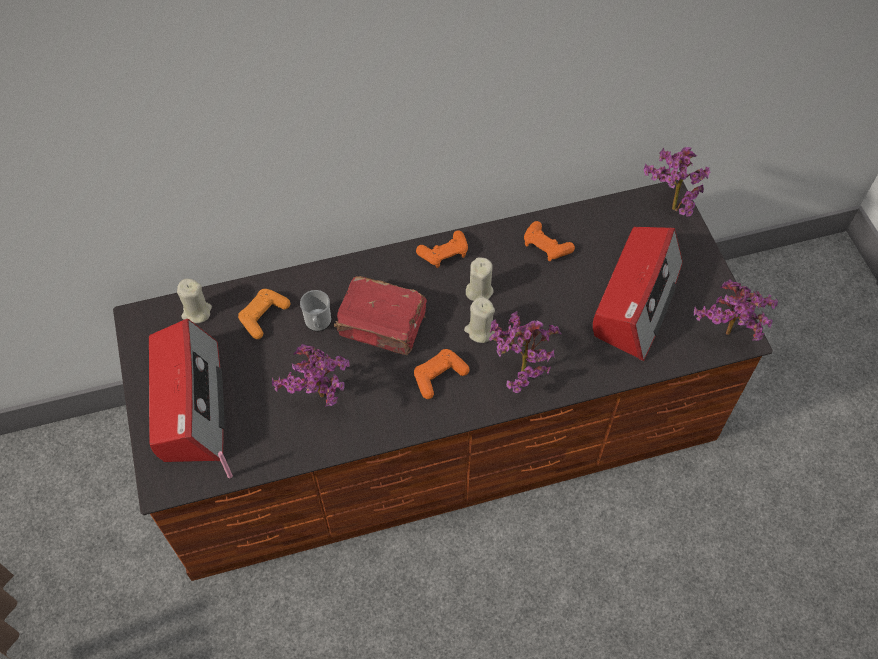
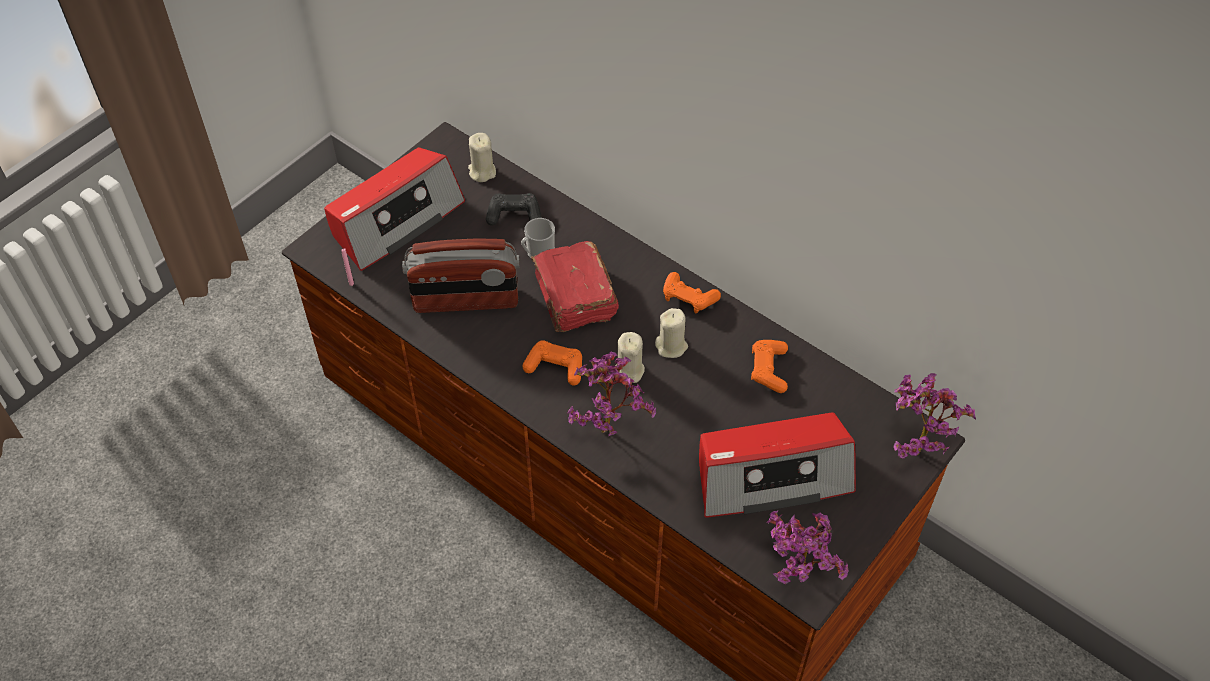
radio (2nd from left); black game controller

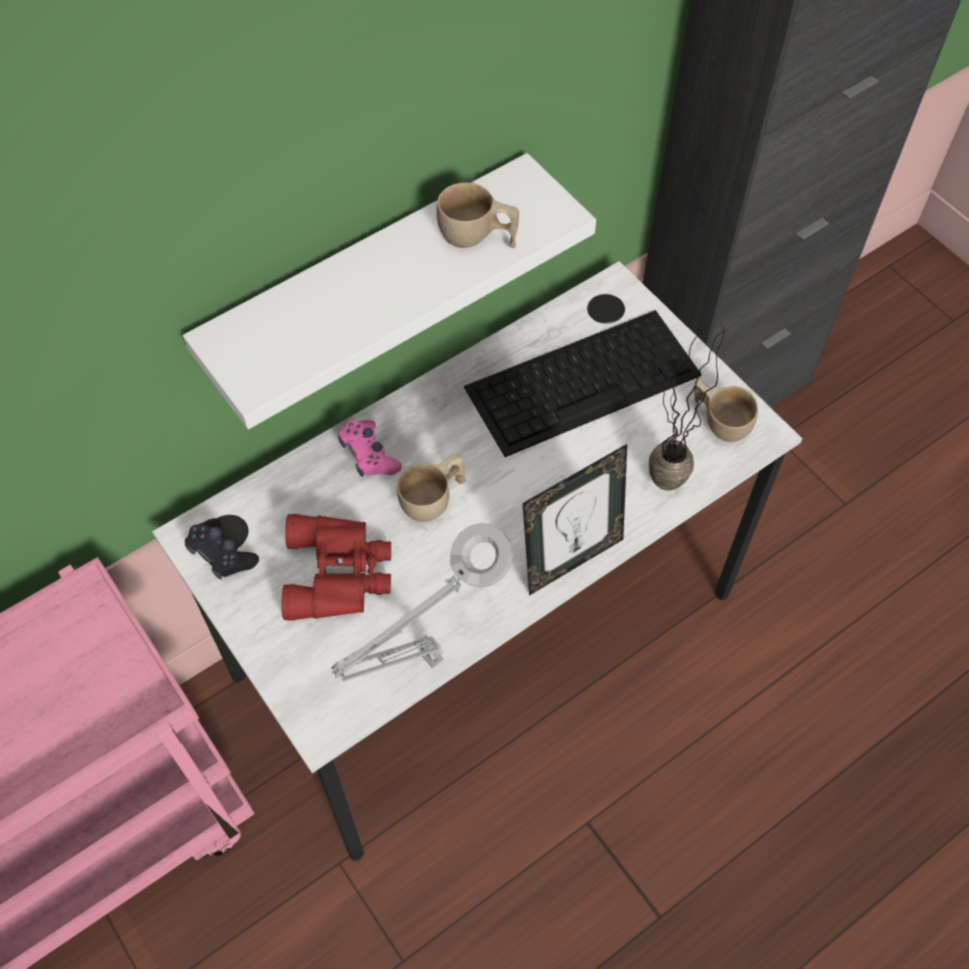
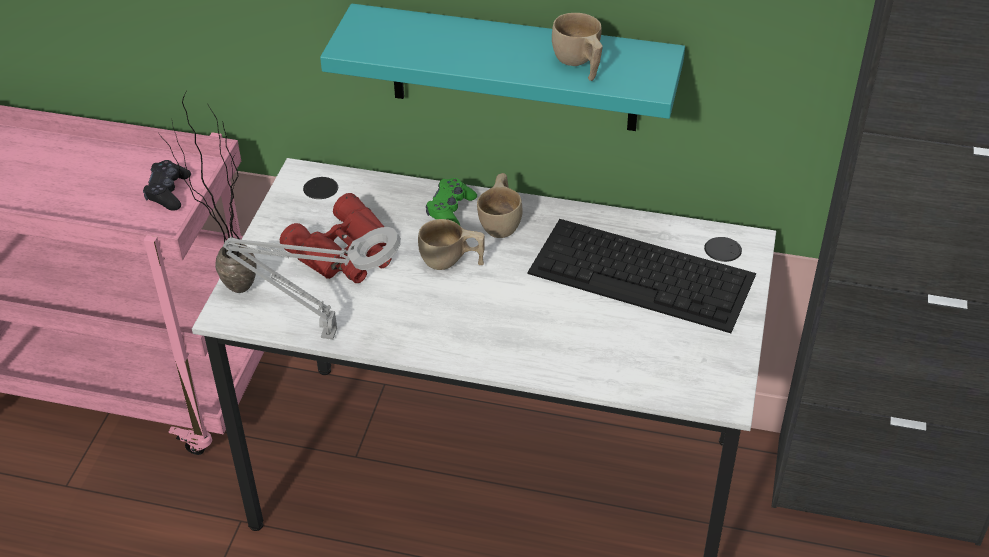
picture frame; black game controller; potted plant; beige cup (2nd from left); turquoise shelf; green game controller

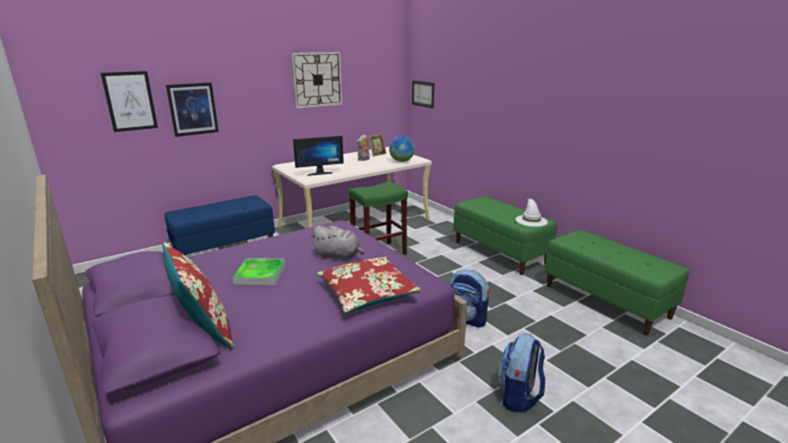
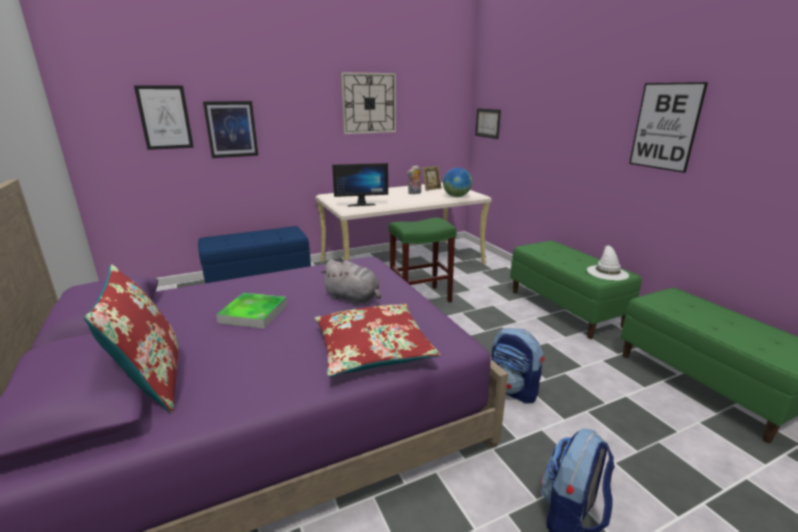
picture (4th from left)

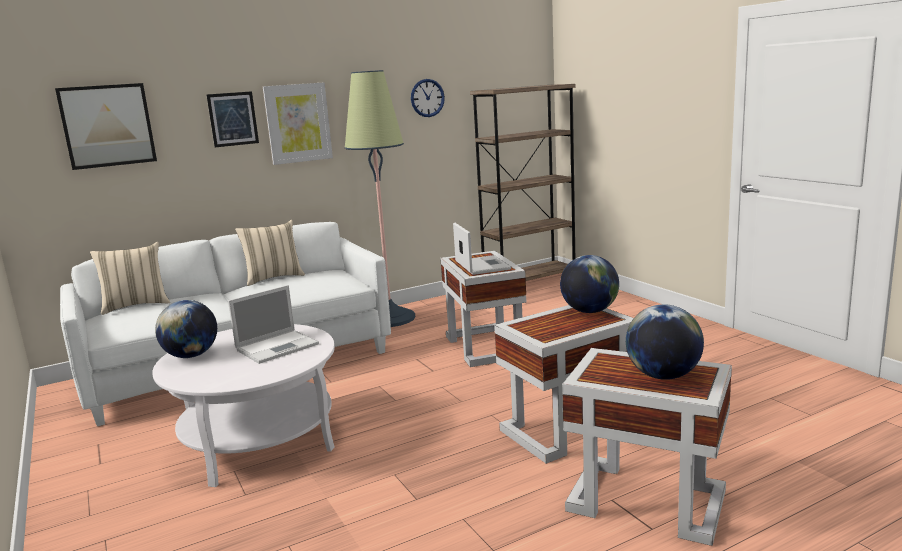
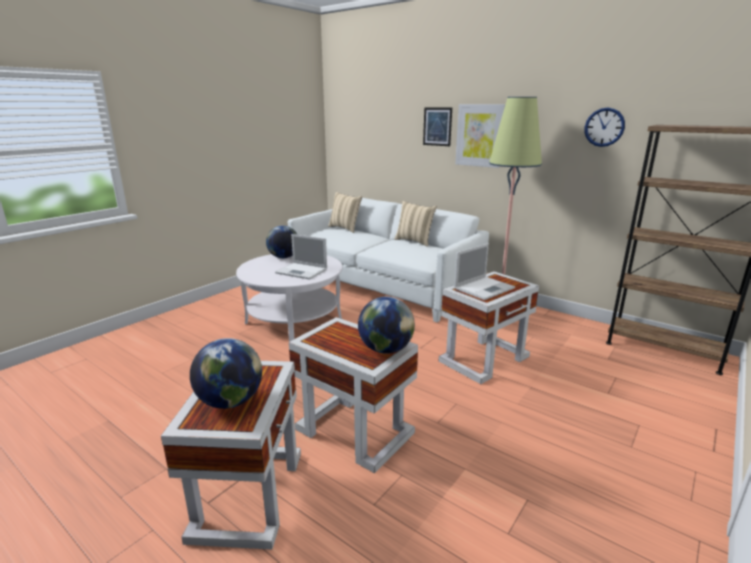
picture (1st from left in the first image)

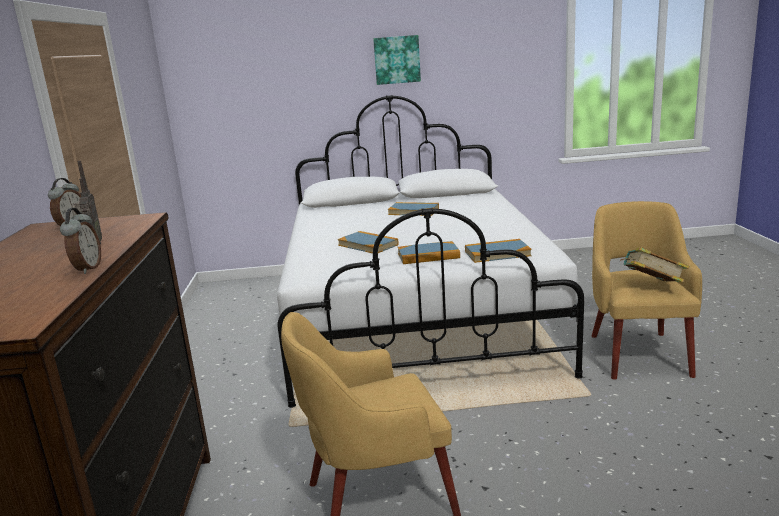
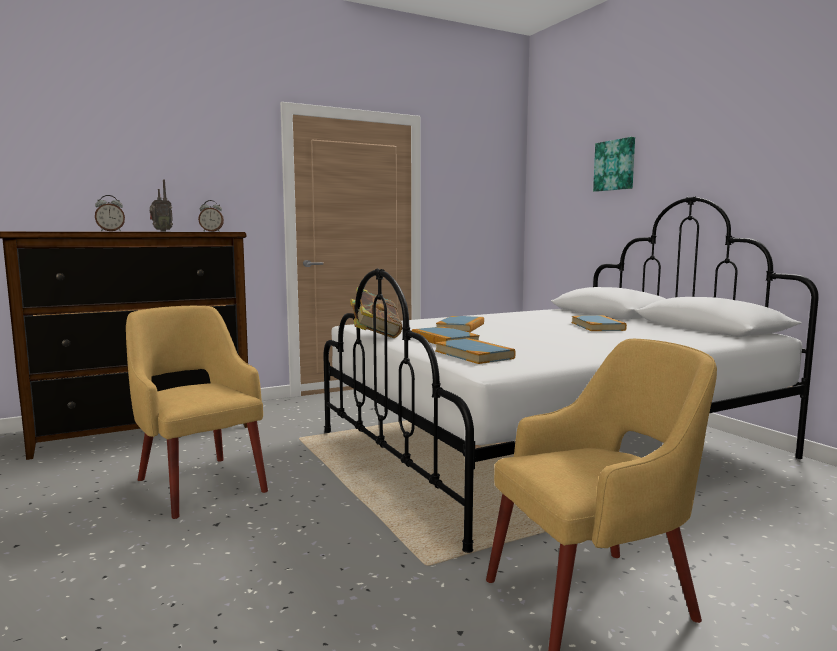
picture; book (1st from left)

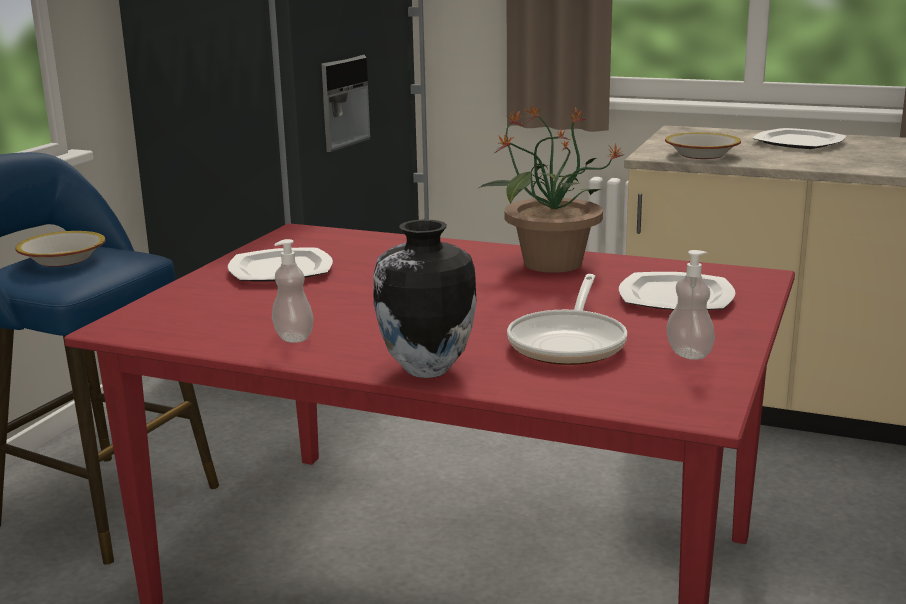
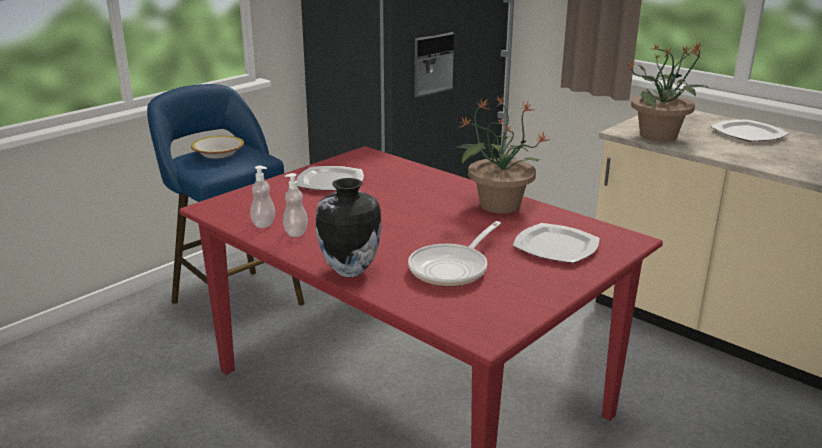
soap dispenser (1st from left); potted plant (2nd from left)

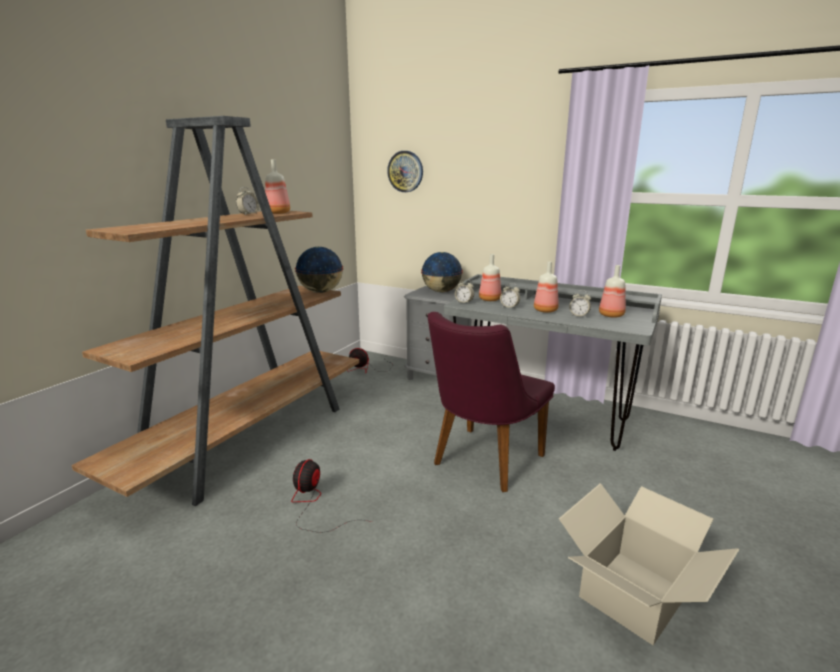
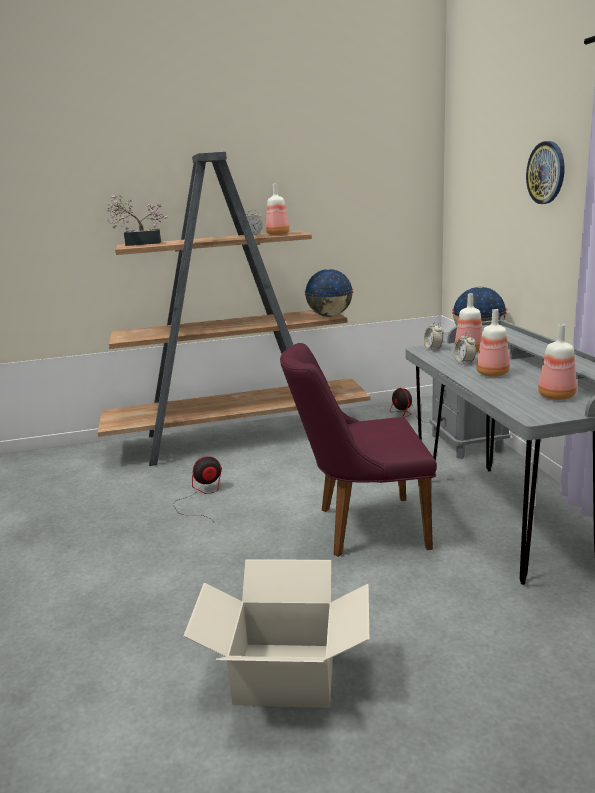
alarm clock (4th from left in the first image); potted plant; wall clock

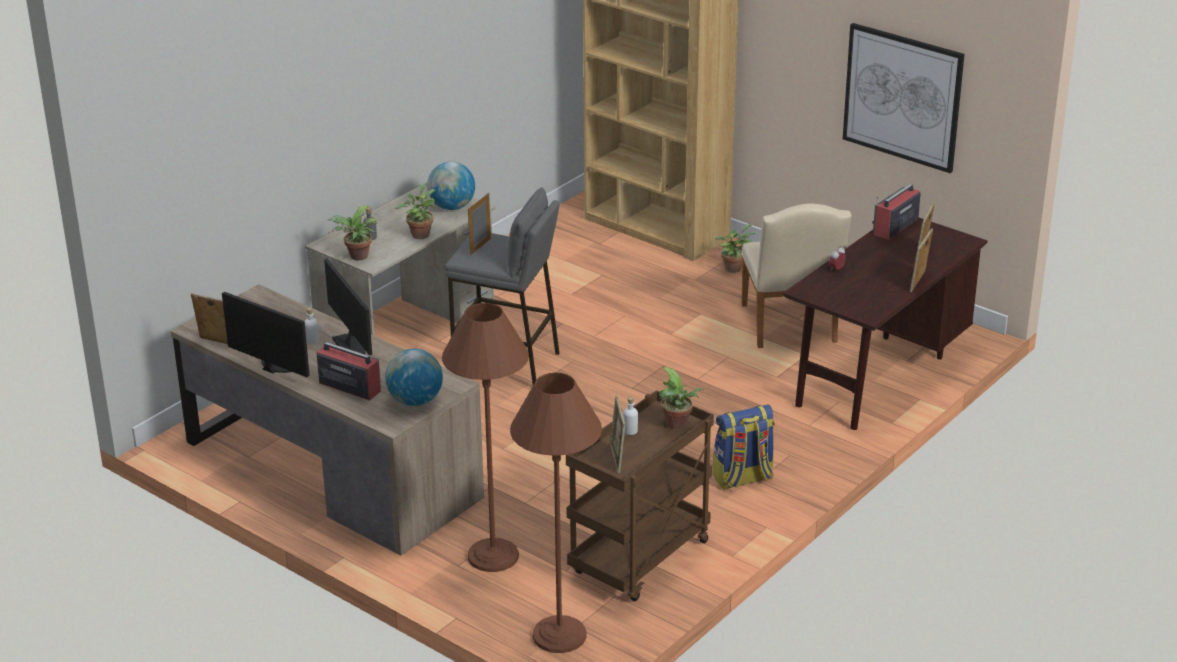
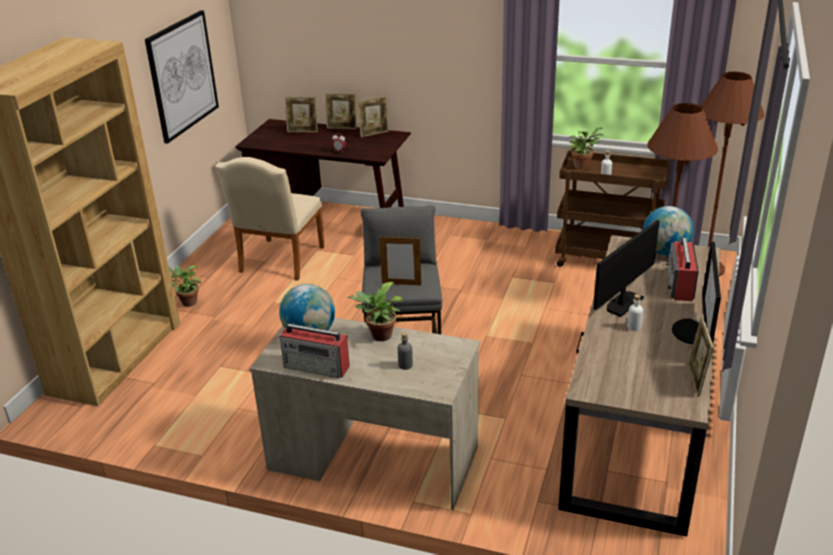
potted plant (1st from left in the first image); backpack; picture frame (3rd from left); radio (1st from left); beige chair

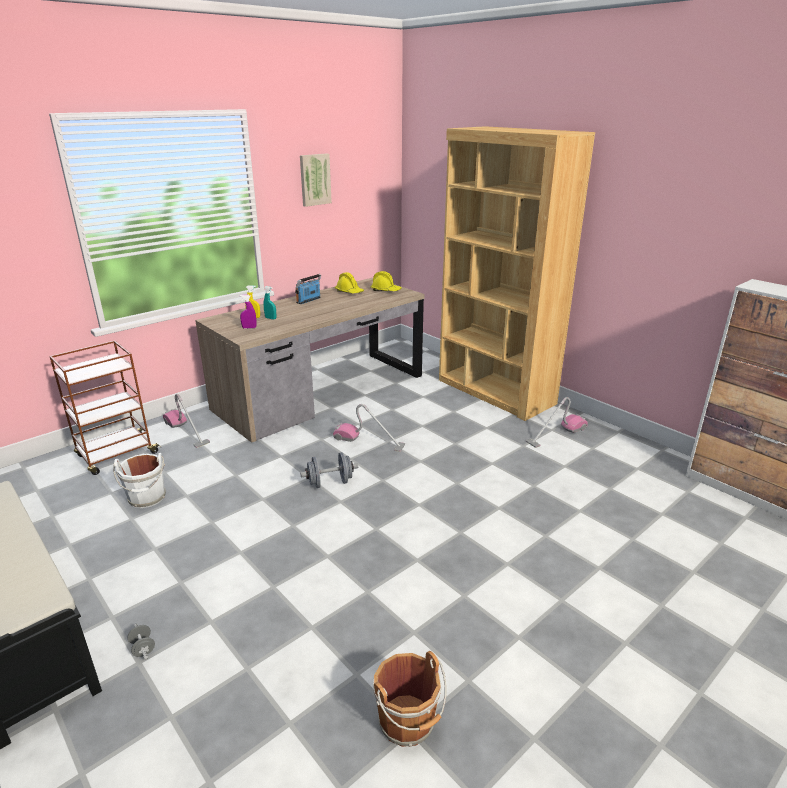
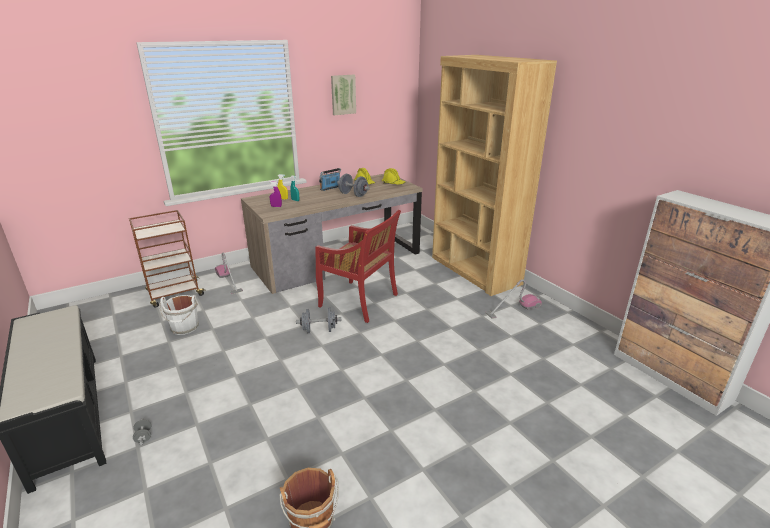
grey dumbbell (3rd from left); red chair

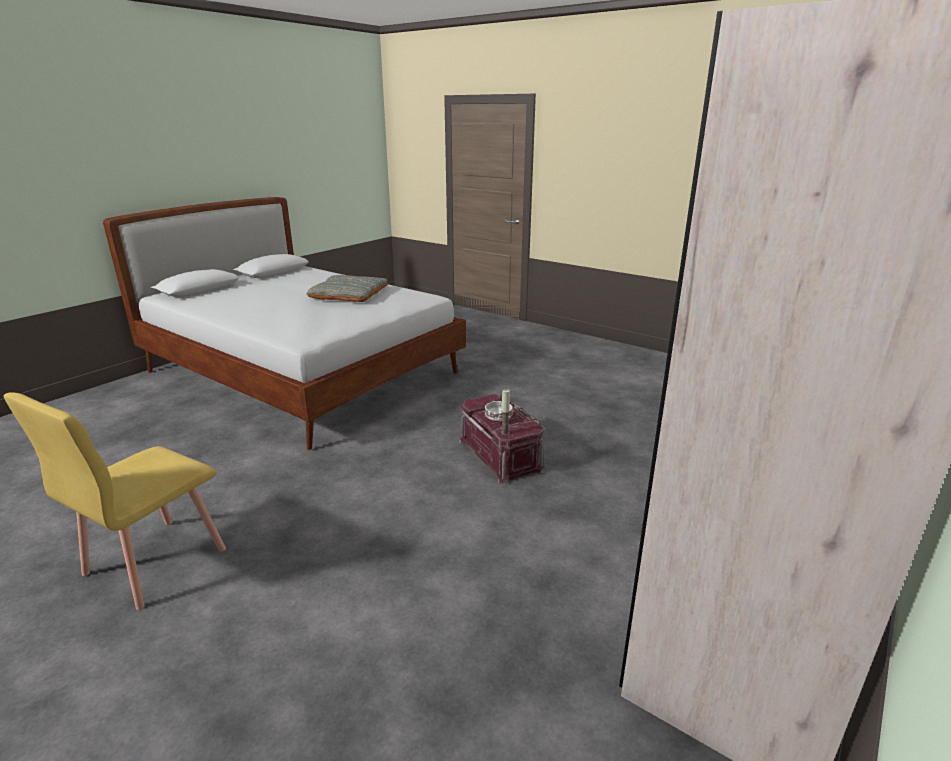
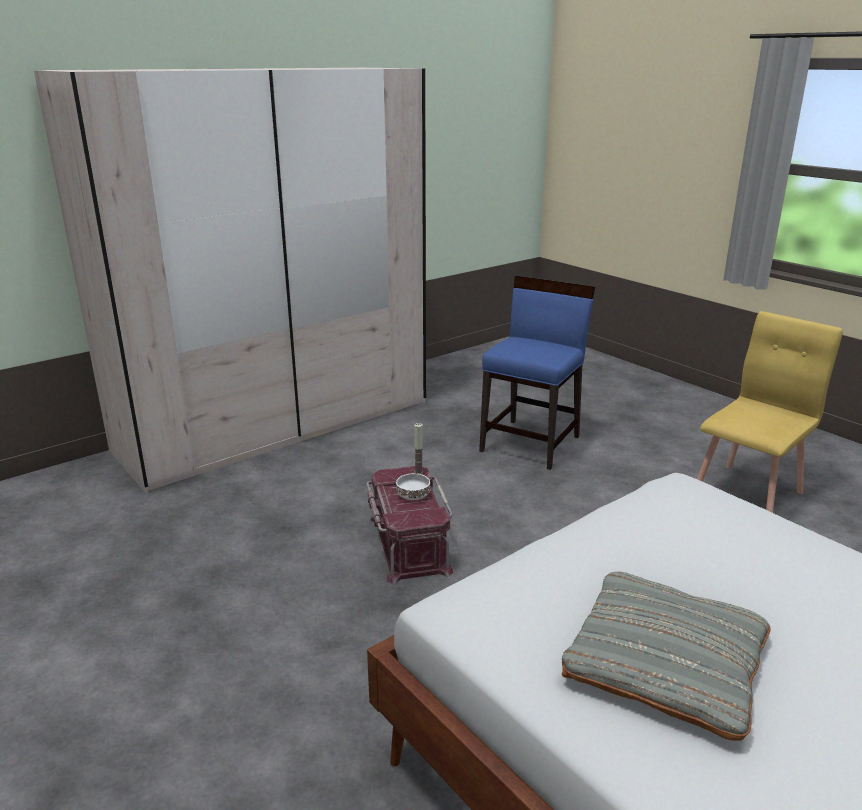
blue chair

